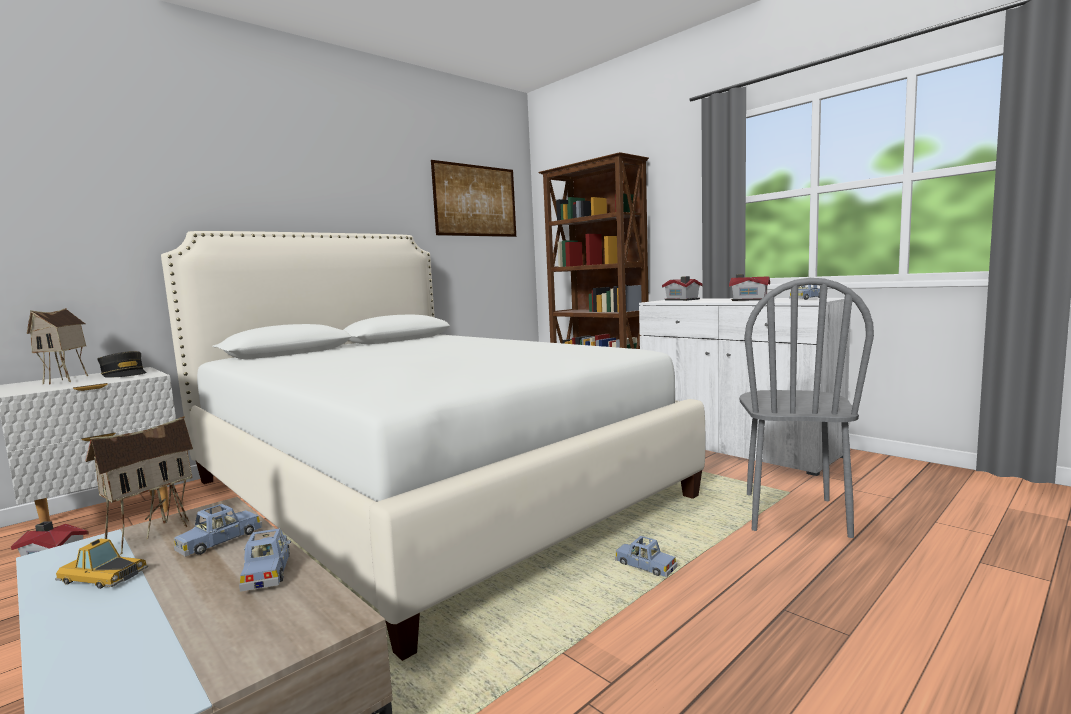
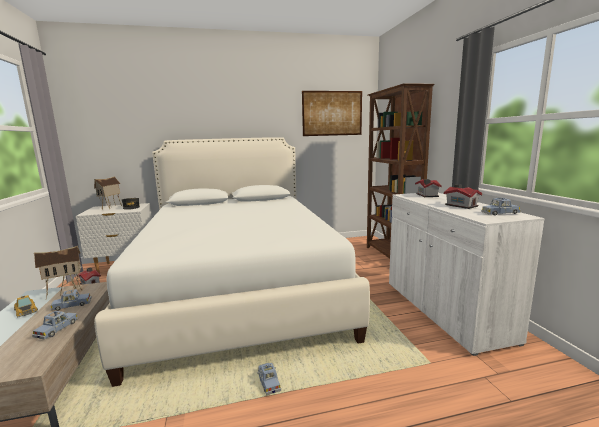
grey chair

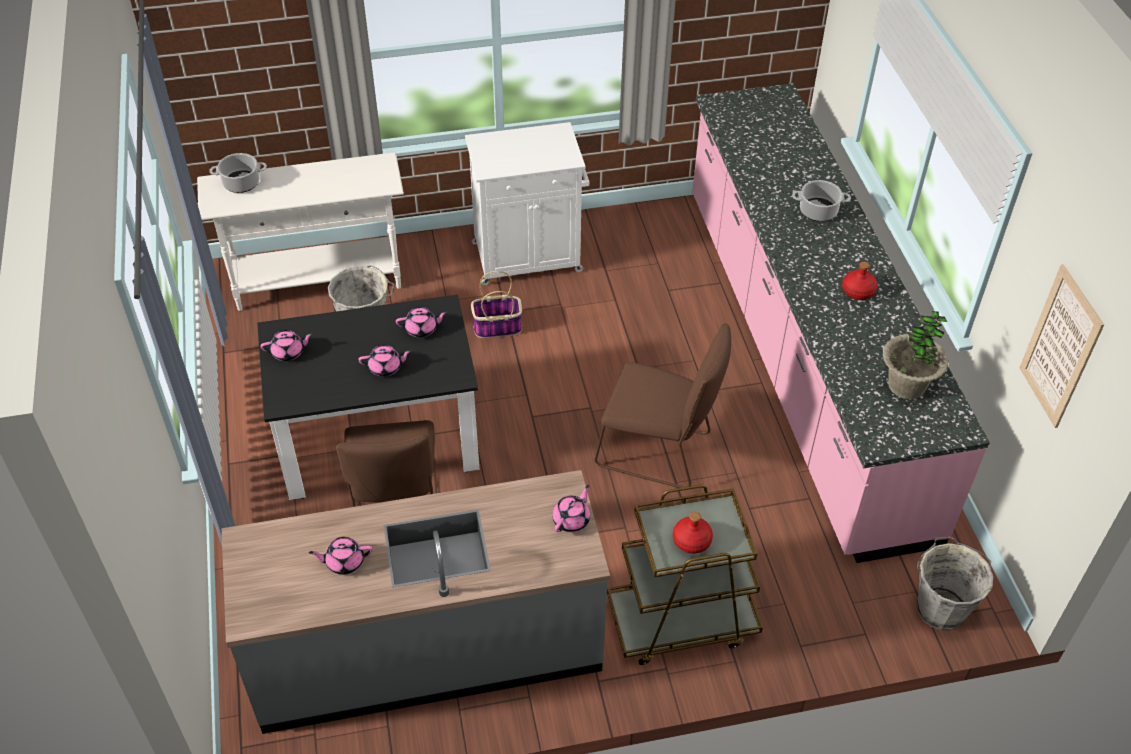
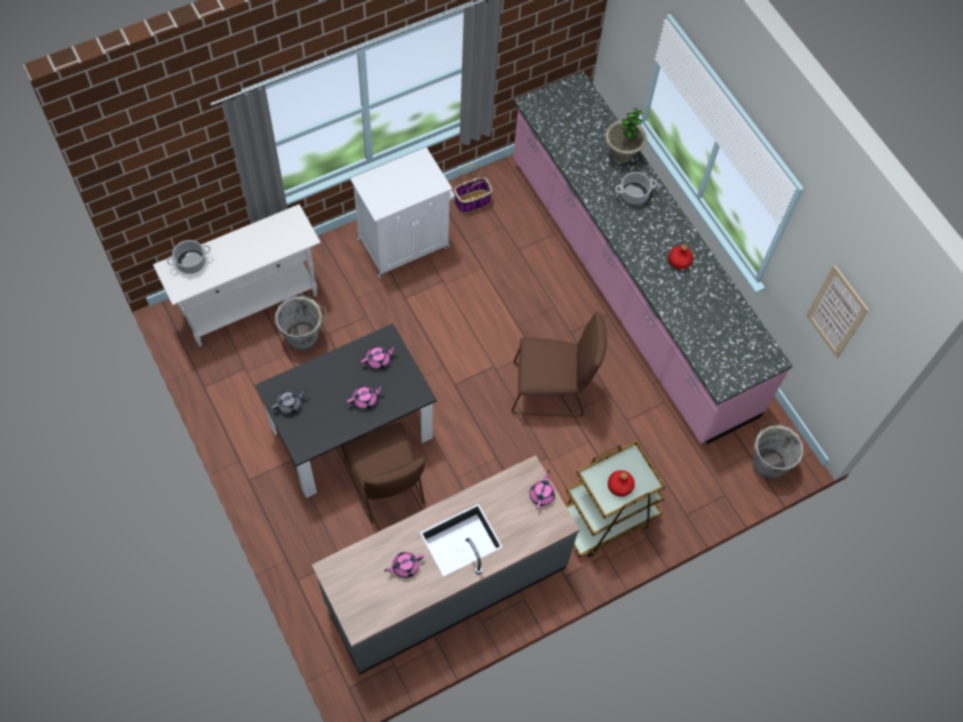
basket; potted plant; grey teapot

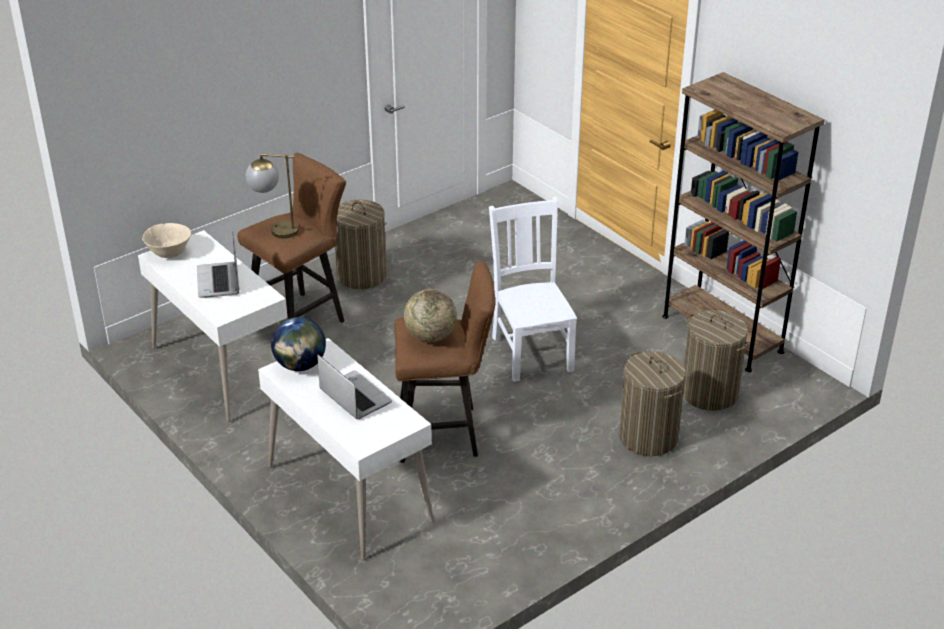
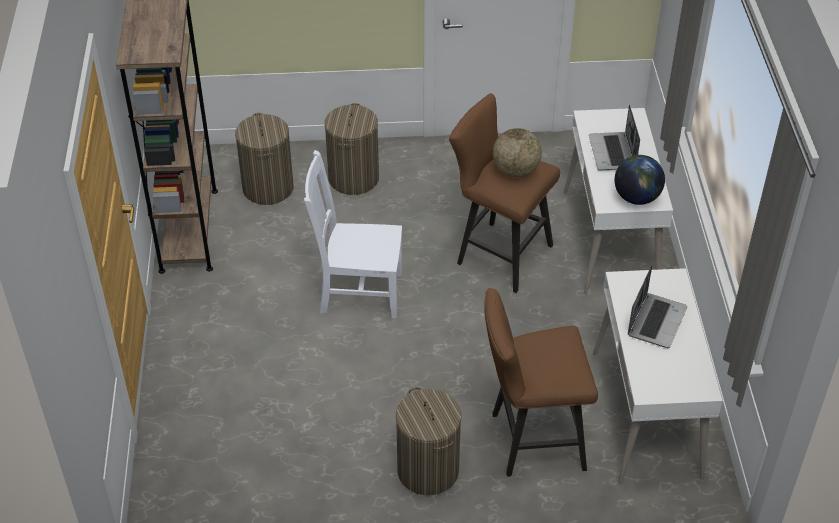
beige bowl; table lamp; white chair

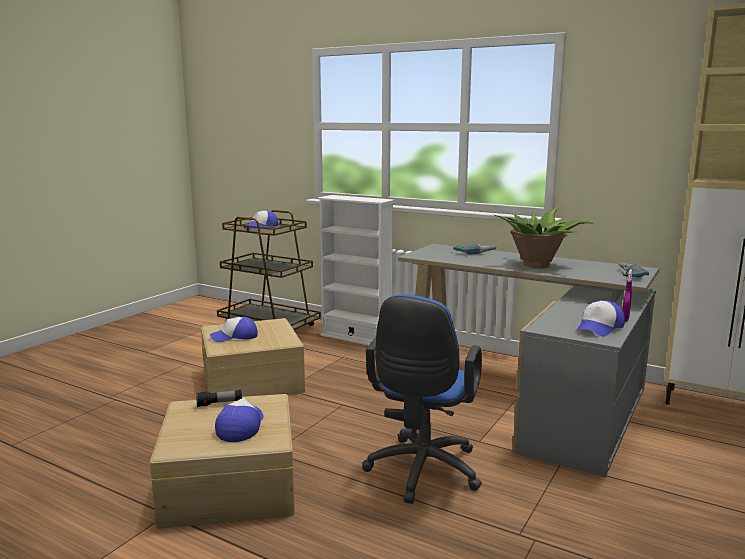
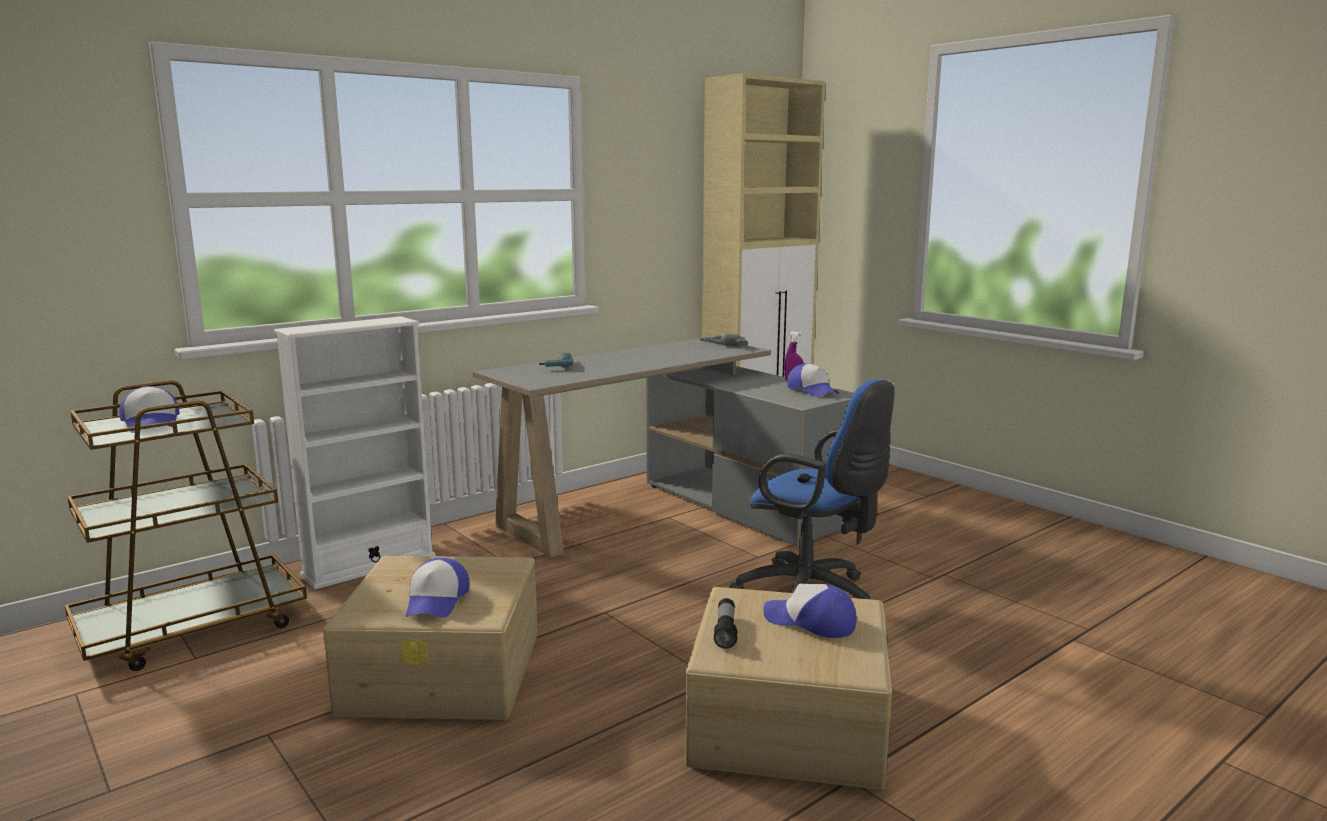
potted plant

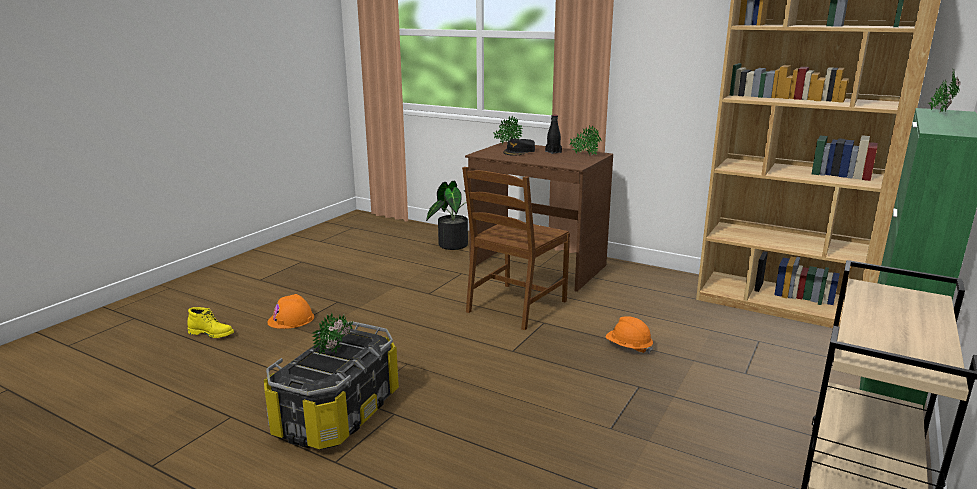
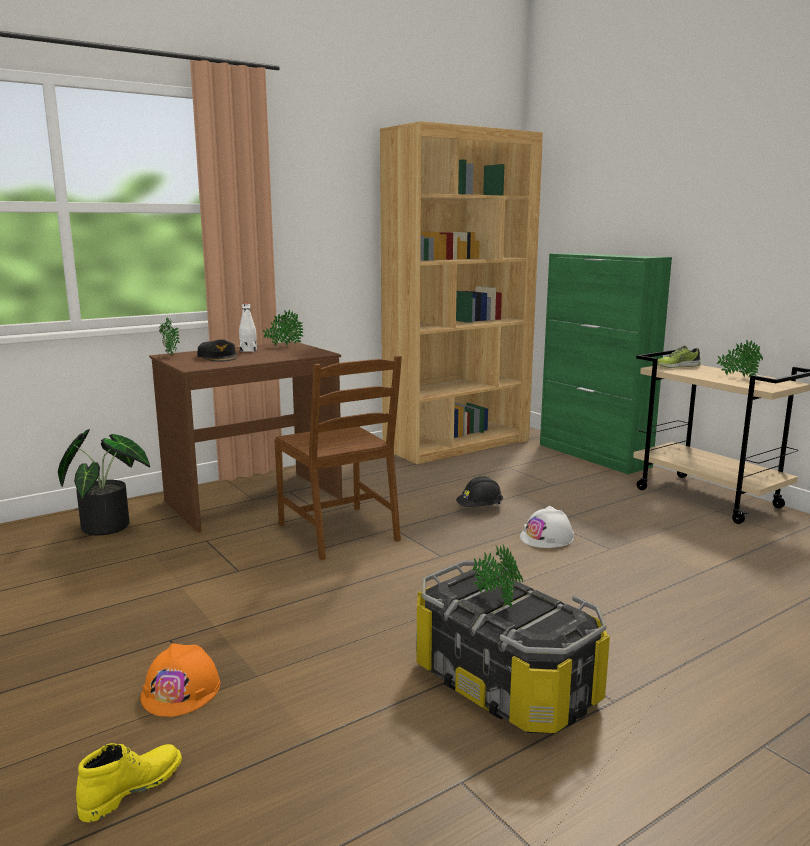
white hard hat; shoe; potted plant (5th from left); white bottle; black hard hat

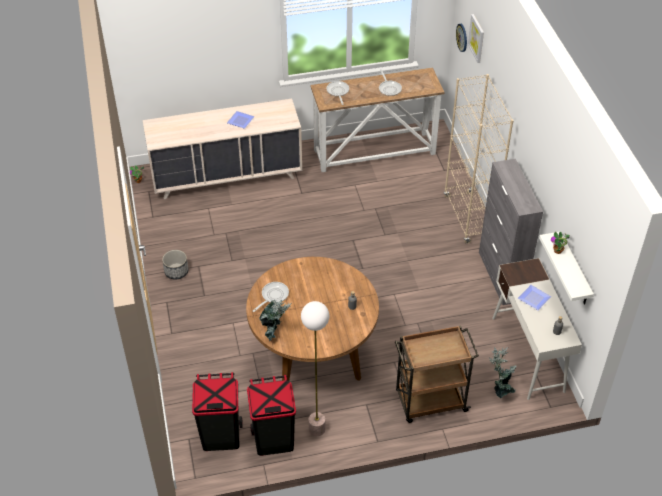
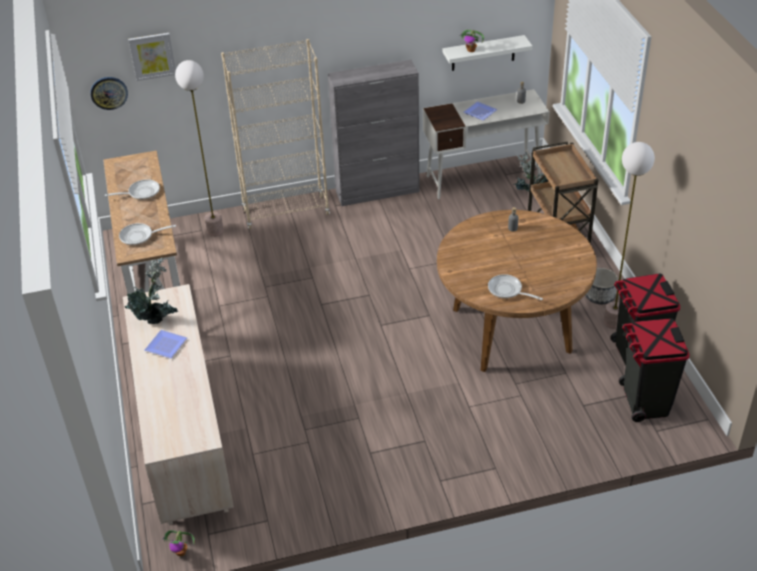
floor lamp (1st from left); planter; potted plant (1st from left)

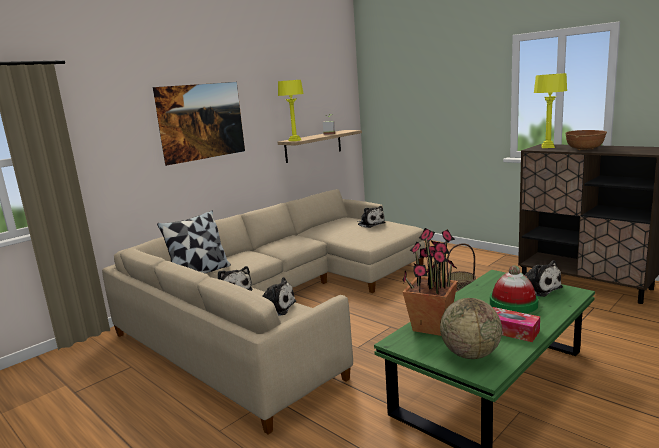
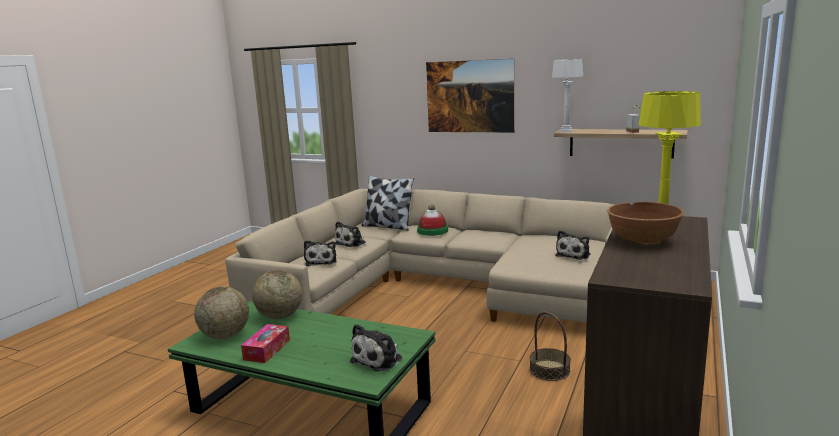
hat; globe (2nd from left); white table lamp

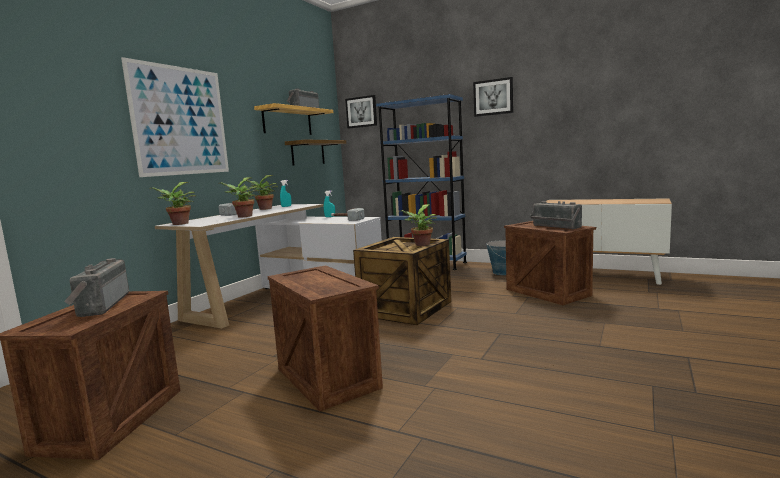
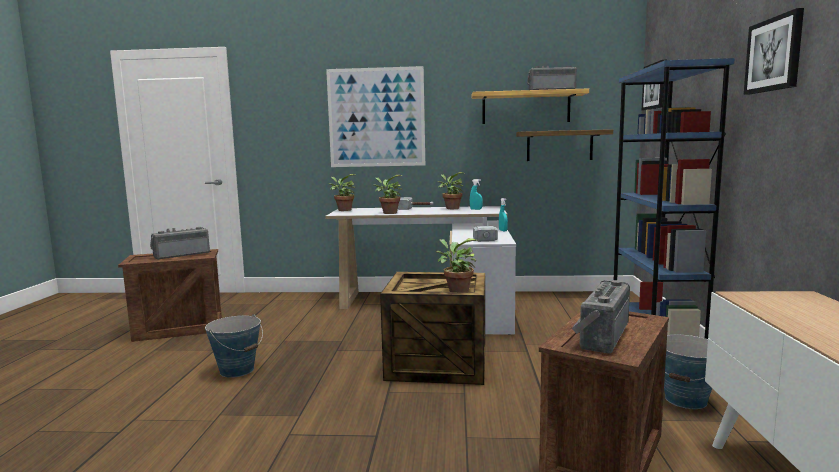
bucket (1st from left)

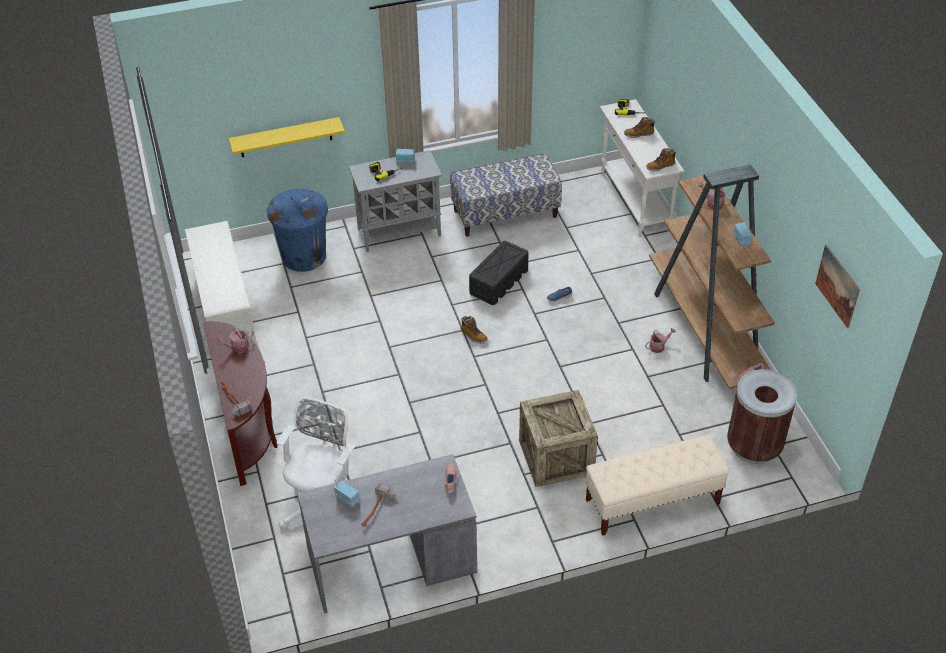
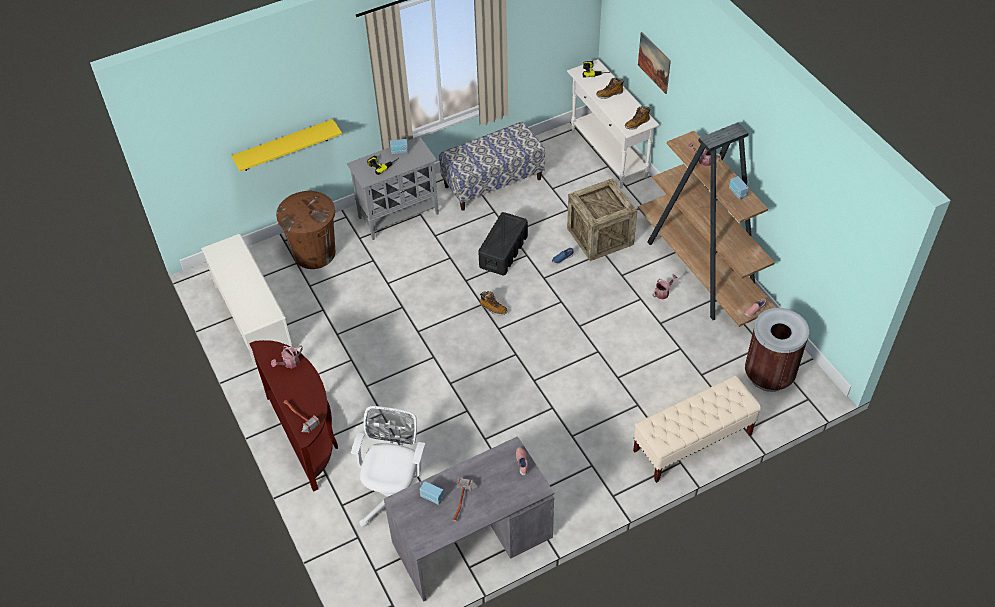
crate; picture; brown trash can (1st from left)

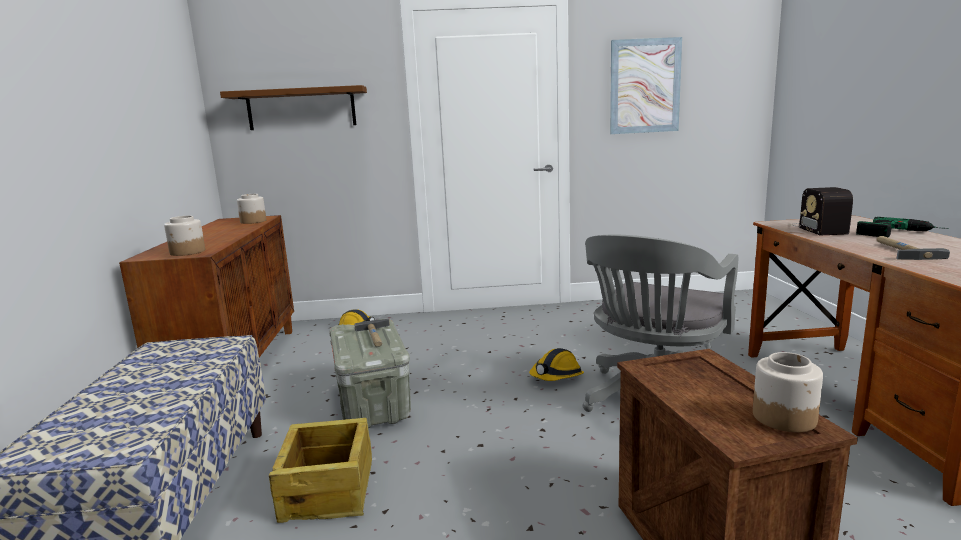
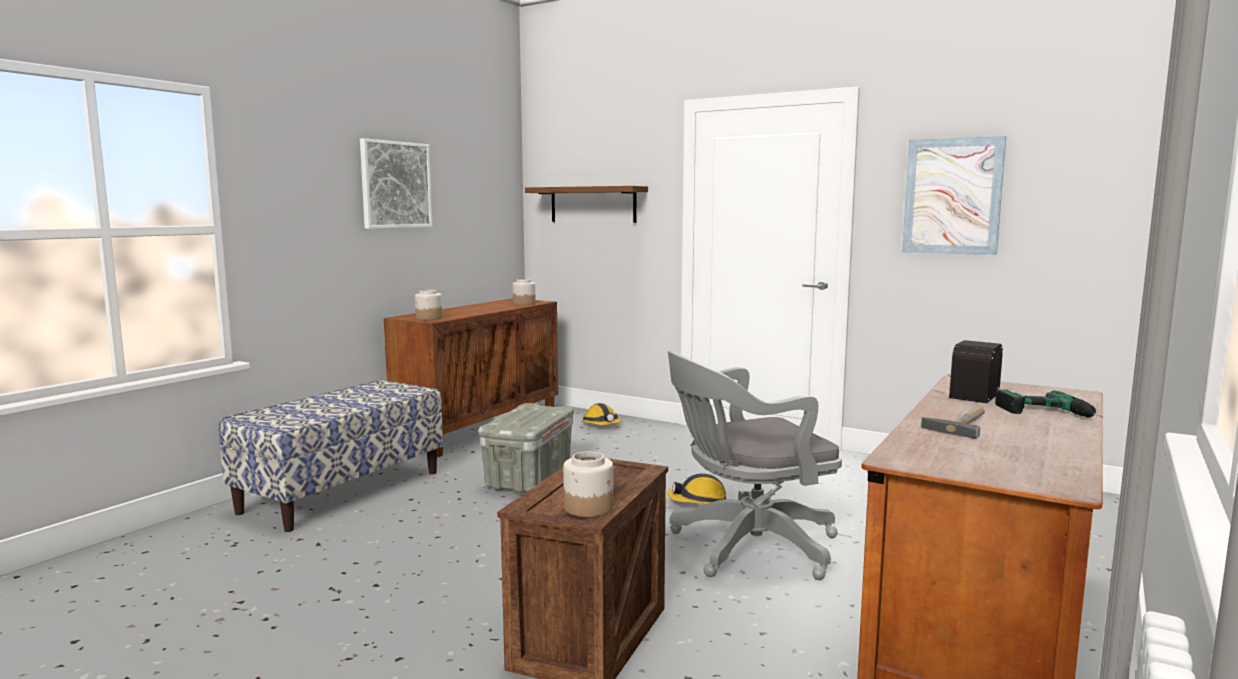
crate (1st from left in the first image); hammer (1st from left in the first image); picture (1st from left)

